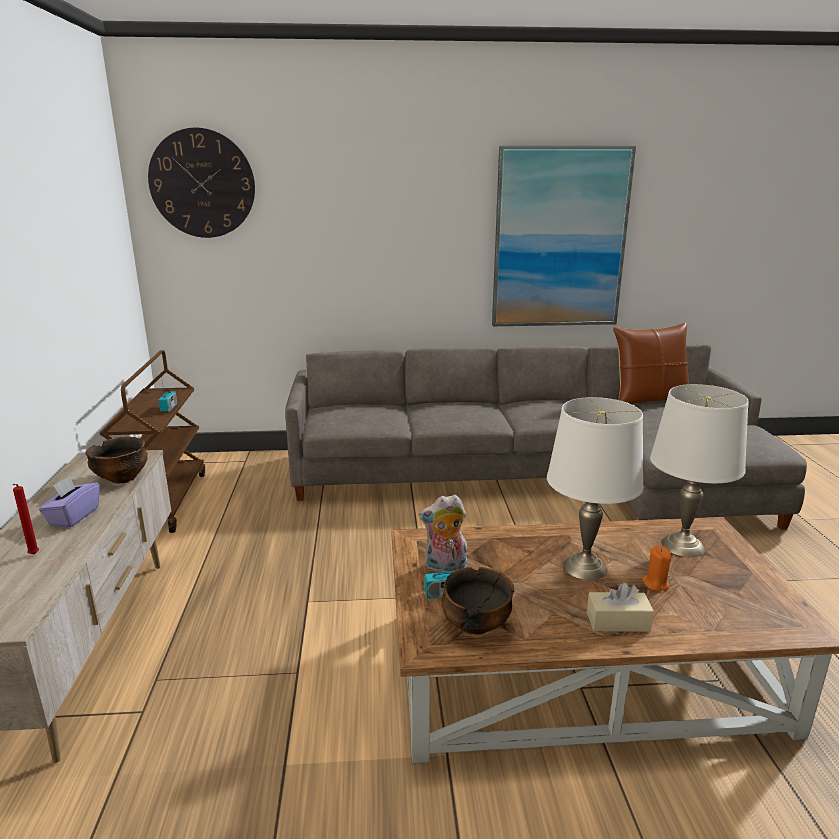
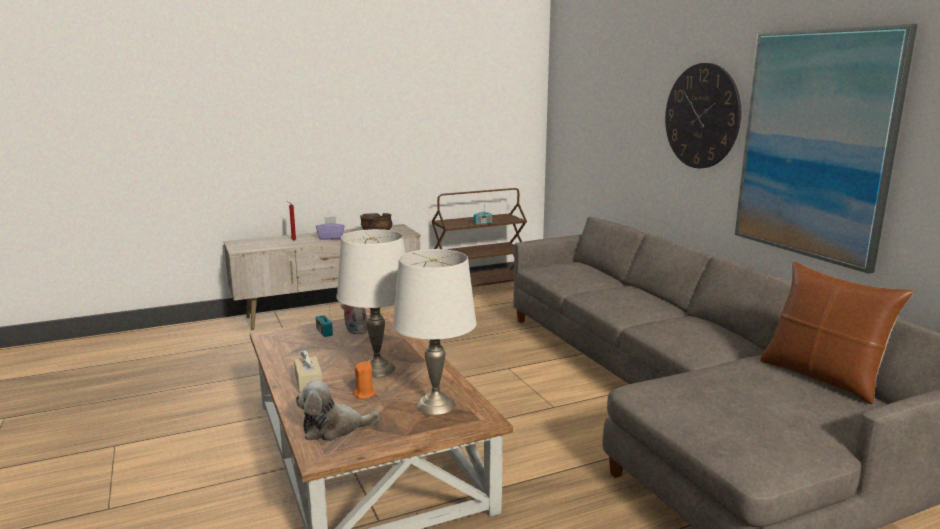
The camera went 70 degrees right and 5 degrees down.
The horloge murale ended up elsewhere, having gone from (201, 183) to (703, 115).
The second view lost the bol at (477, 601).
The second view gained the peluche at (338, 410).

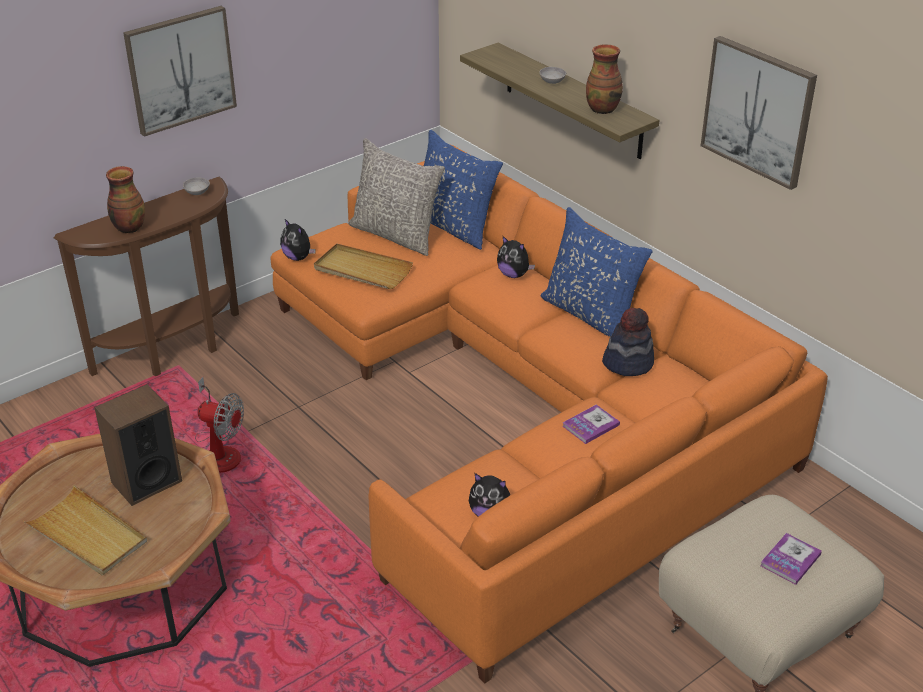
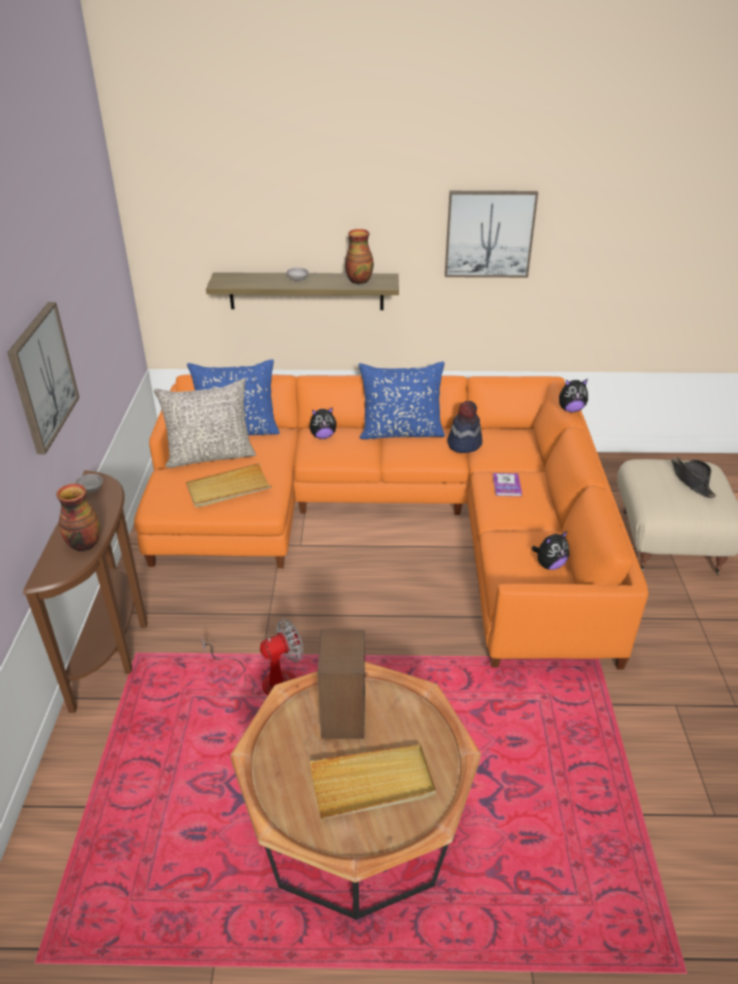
The camera went 50 degrees left and 0 degrees up.
The peluche ended up elsewhere, having gone from (298, 240) to (573, 396).
Where the livre stood at (791, 559), the chapeau (noir) came to stand at (693, 477).

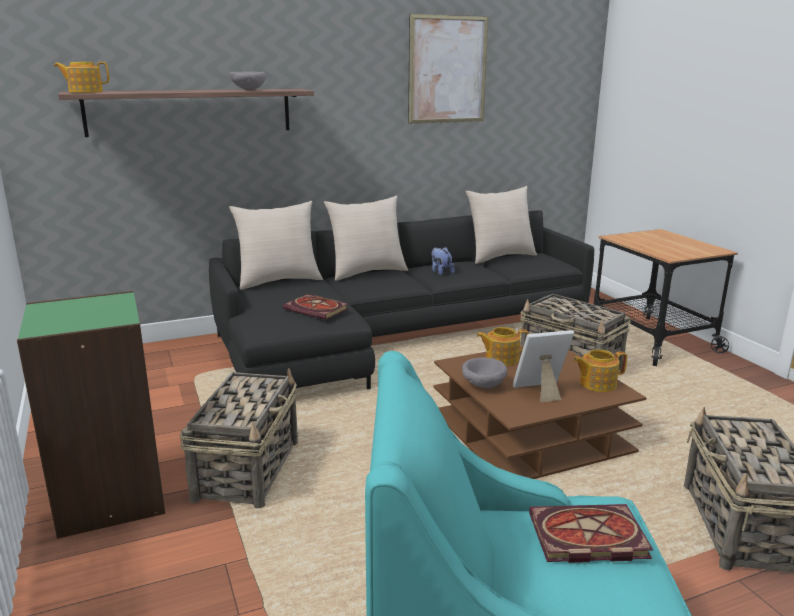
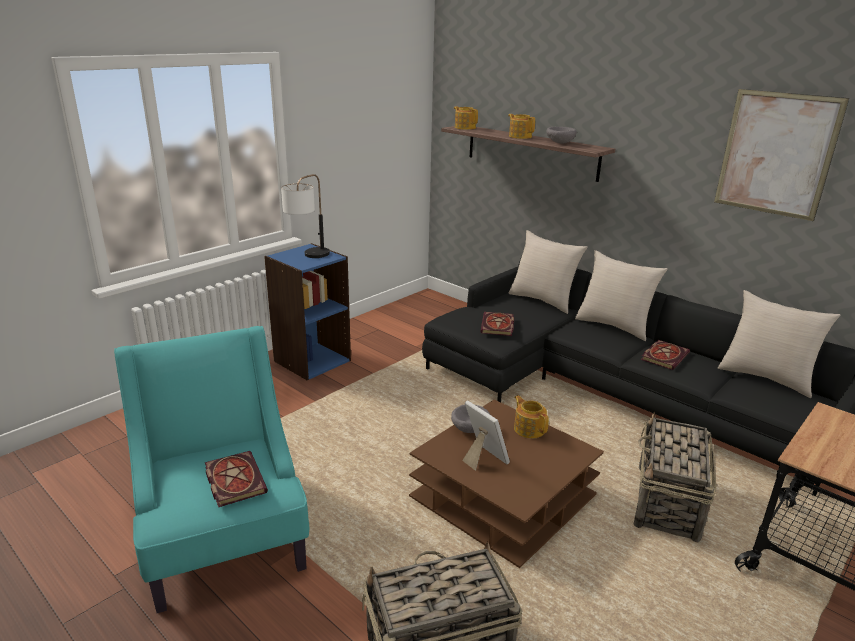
The camera went 65 degrees right and 5 degrees up.
Where the peluche stood at (443, 261), the livre came to stand at (665, 355).
What was the bibliothèque (vert) at (91, 415) turned into the bibliothèque (bleu) at (307, 311).
The théière ended up elsewhere, having gone from (600, 370) to (521, 126).
The second view lost the panier at (239, 438).
The second view gained the lampe de table at (305, 216).

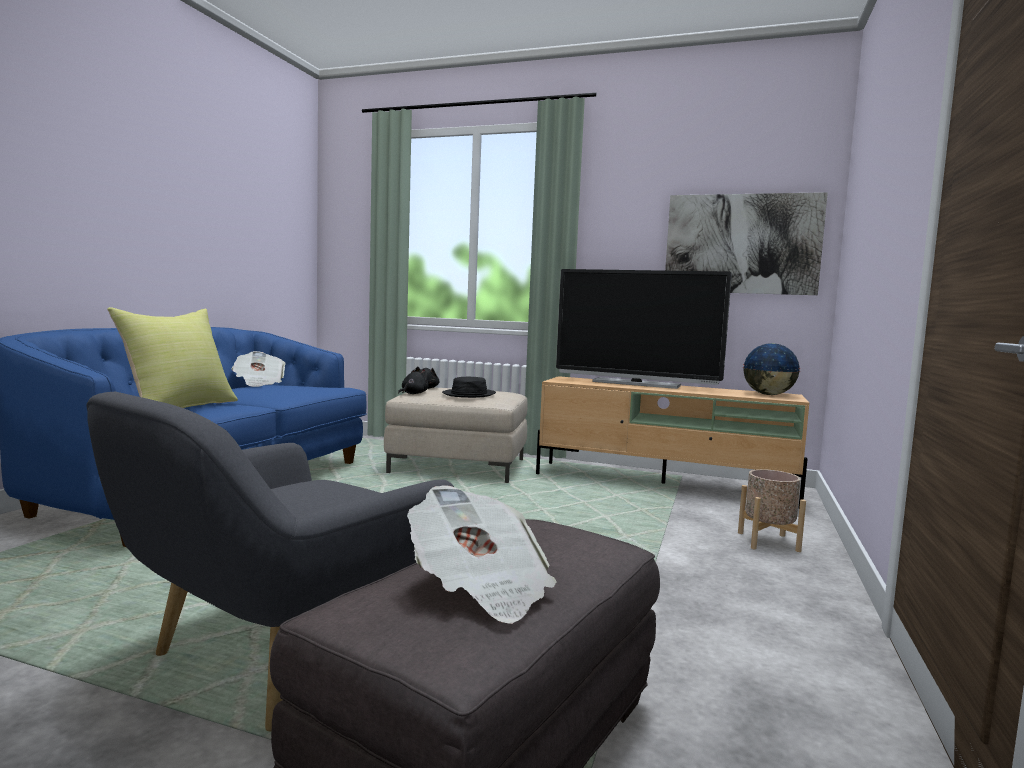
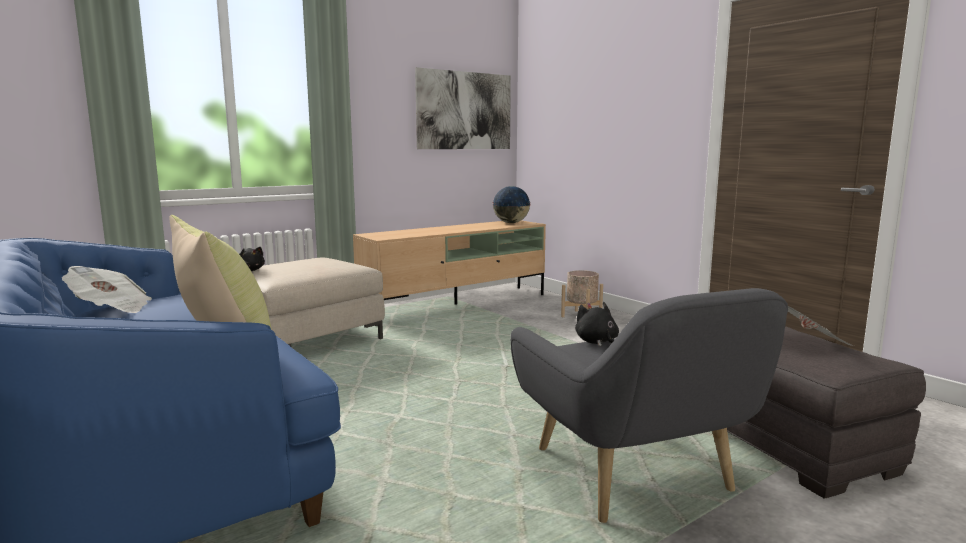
The camera went 55 degrees left and 5 degrees up.
The second view lost the téléviseur at (644, 329).
The peluche (noir) ended up elsewhere, having gone from (413, 381) to (597, 324).
The second view lost the chapeau (noir) at (469, 387).

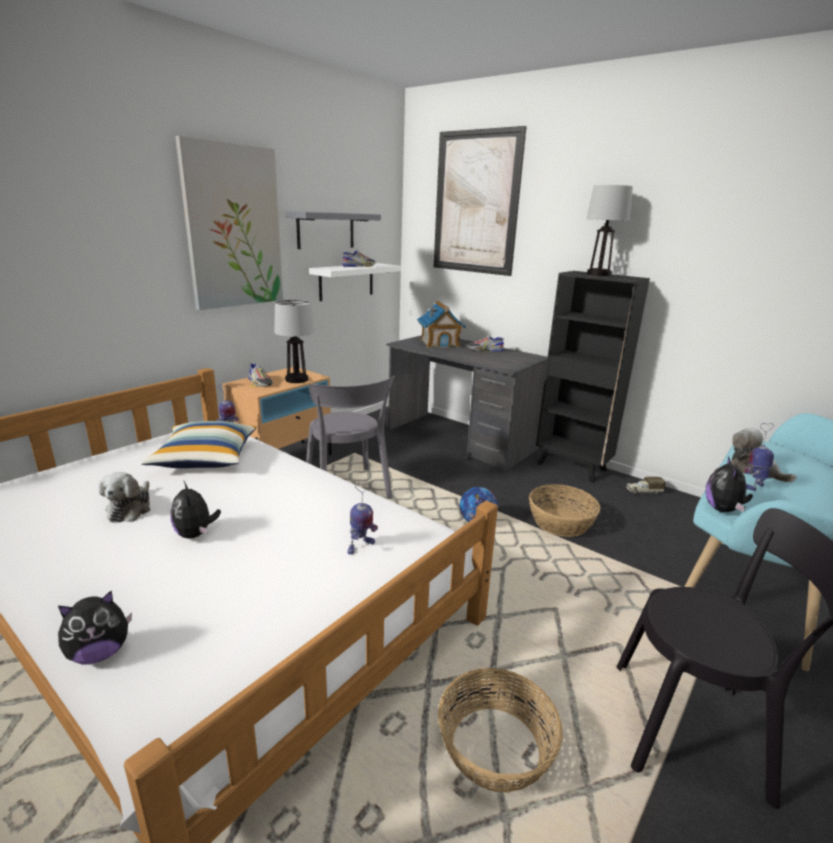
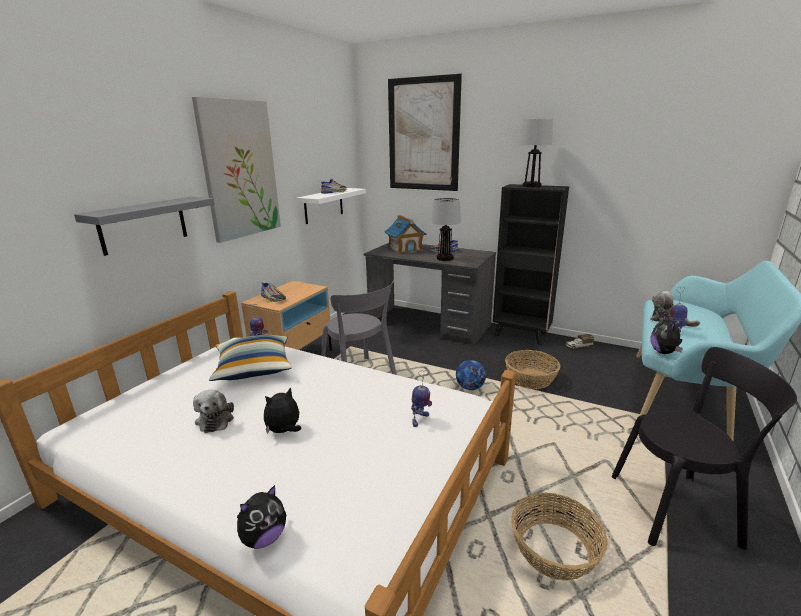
The camera went 10 degrees left and 0 degrees up.
The étagère (gris) ended up elsewhere, having gone from (333, 230) to (144, 226).
The lampe de table ended up elsewhere, having gone from (294, 341) to (446, 229).
The peluche at (195, 509) ended up facing another way, 90 degrees clockwise from before.

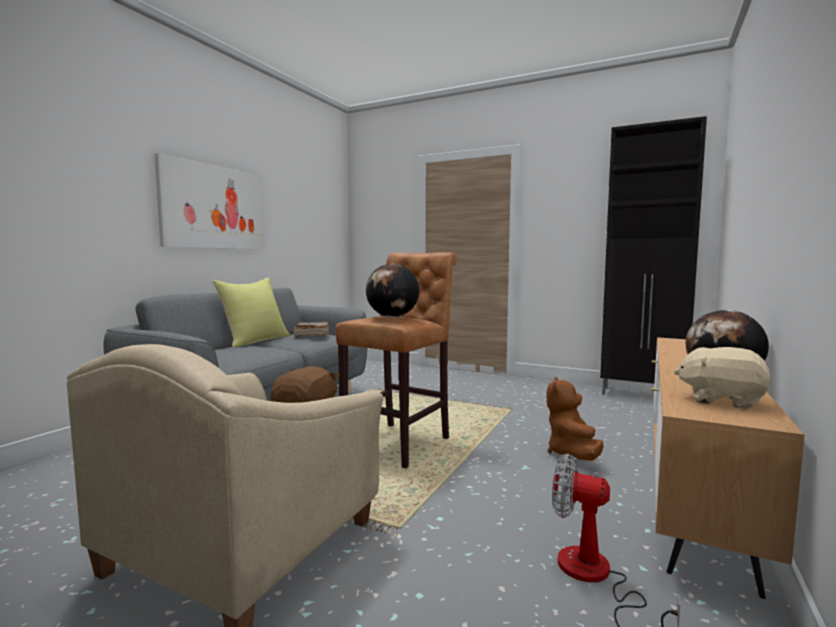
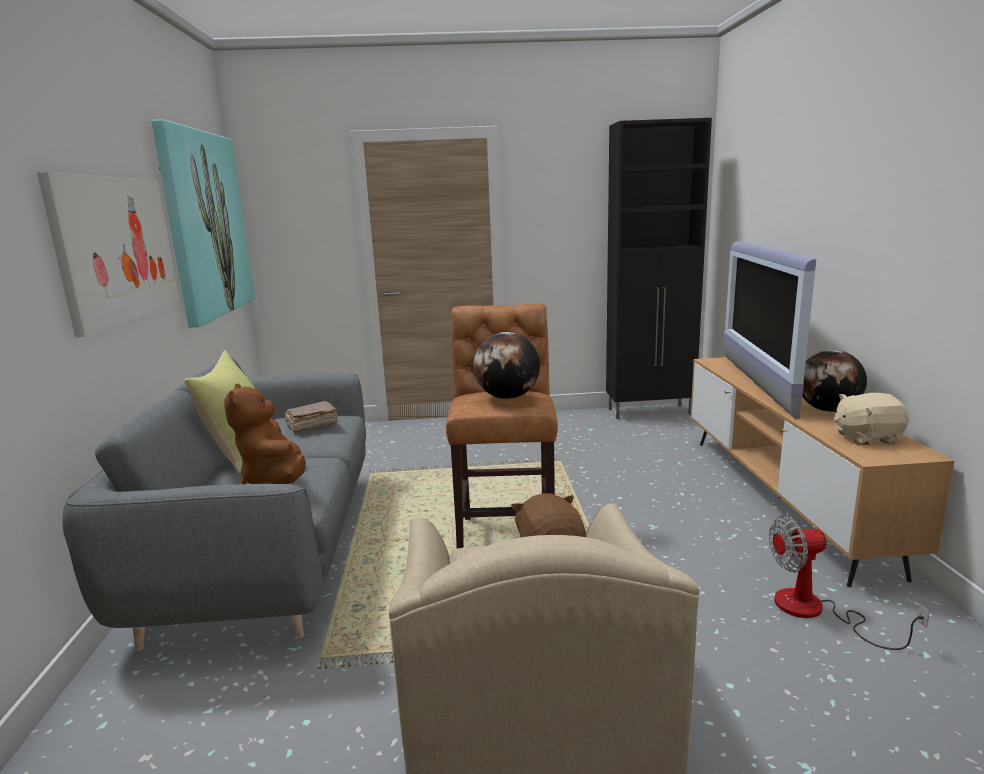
The camera went 30 degrees left and 10 degrees up.
The peluche (marron) ended up elsewhere, having gone from (575, 419) to (265, 433).
The second view gained the tableau at (203, 223).
The second view gained the téléviseur at (769, 330).

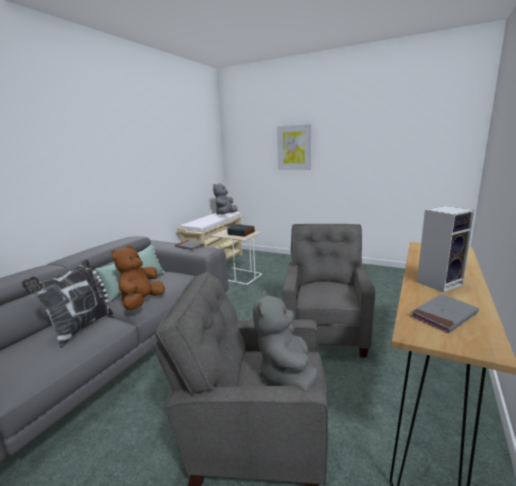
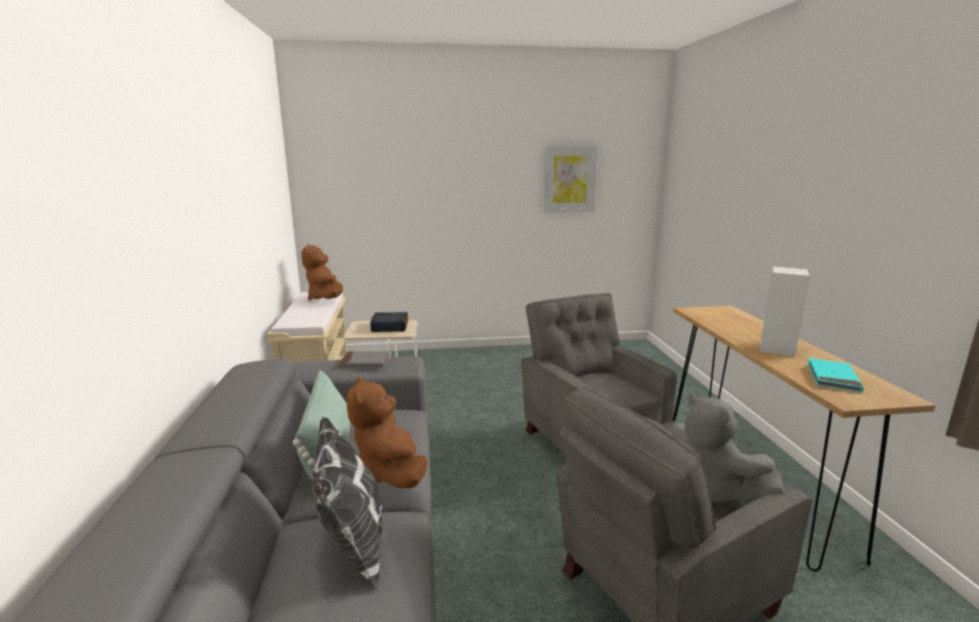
The camera went 35 degrees left and 0 degrees up.
The tableau ended up elsewhere, having gone from (294, 147) to (570, 179).
What was the peluche (gris) at (225, 199) turned into the peluche (marron) at (322, 272).
What was the livre (gris) at (444, 313) turned into the livre (turquoise) at (835, 375).

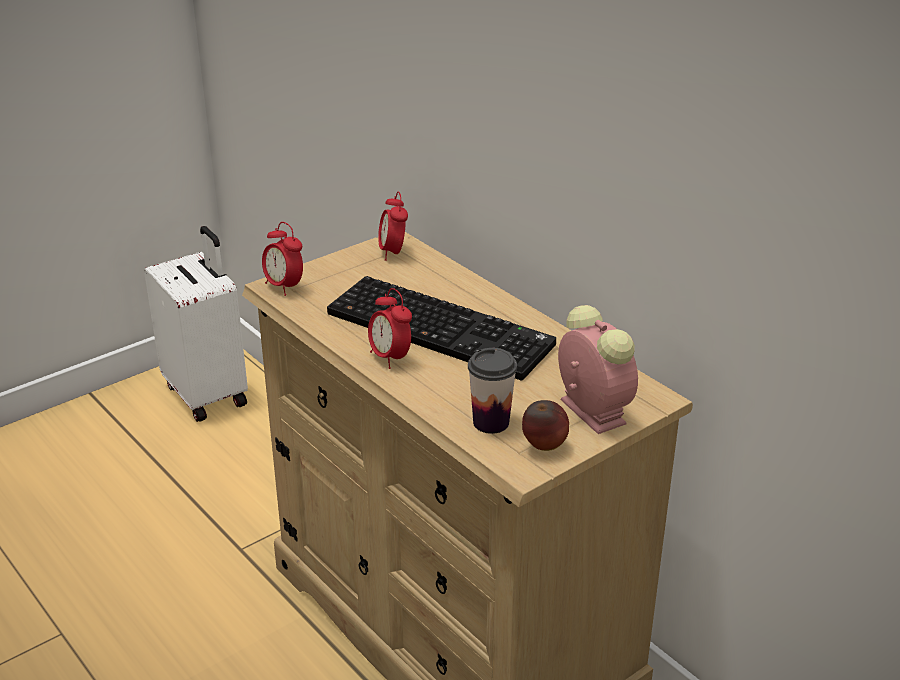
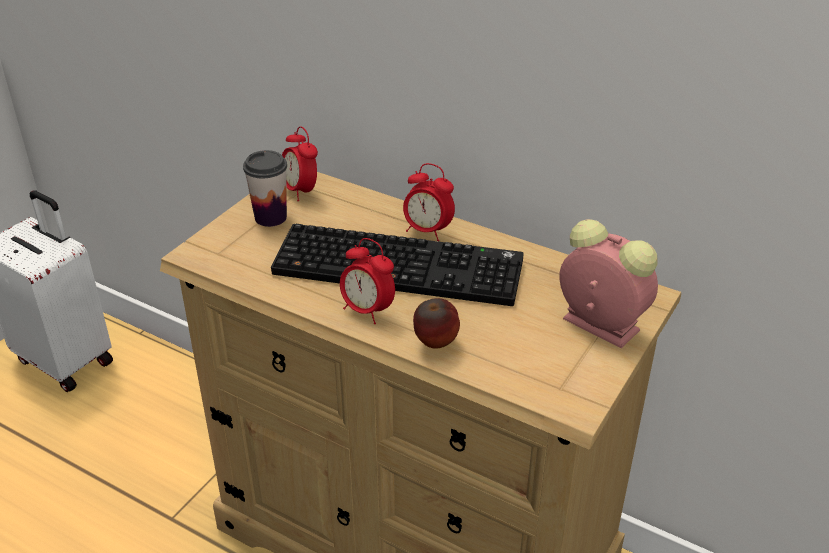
The camera went 20 degrees left and 5 degrees up.
The réveil ended up elsewhere, having gone from (282, 259) to (429, 202).
The tasse ended up elsewhere, having gone from (492, 391) to (265, 188).
The pomme ended up elsewhere, having gone from (545, 425) to (436, 323).

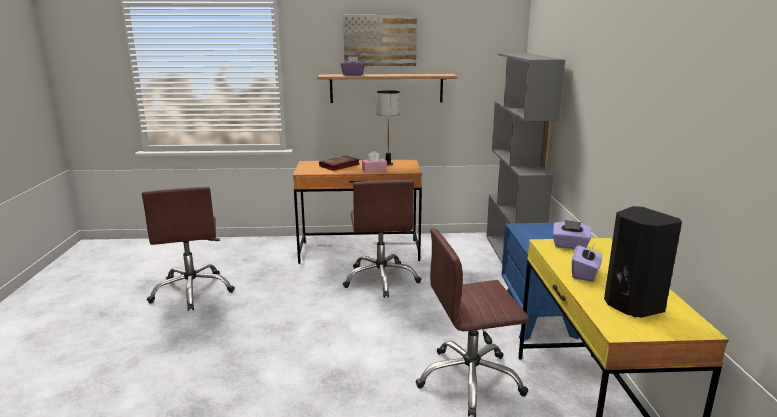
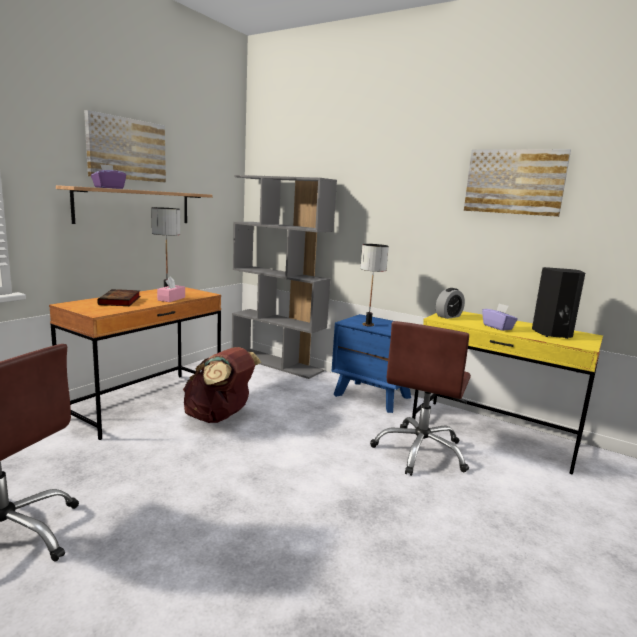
The camera went 55 degrees left and 5 degrees down.
Where the chaise de bureau (marron) stood at (382, 239), the sac à dos (marron) came to stand at (222, 385).
Where the boîte à mouchoirs (violet) stood at (572, 234), the réveil came to stand at (450, 303).
The second view gained the tableau at (517, 183).
The second view gained the lampe de table at (374, 285).

